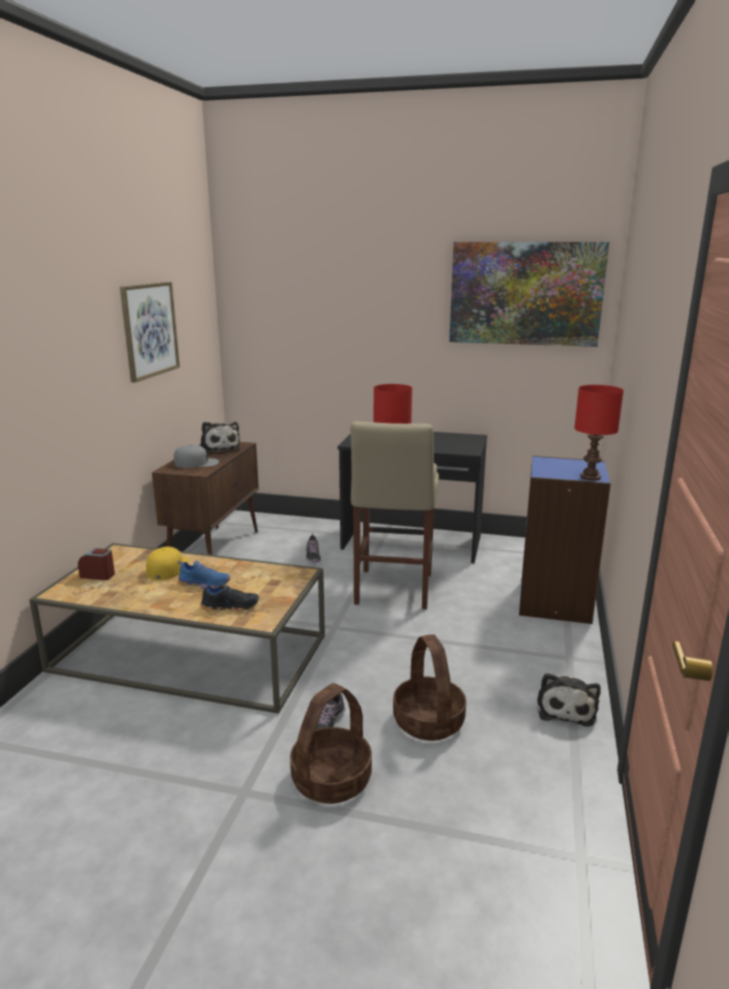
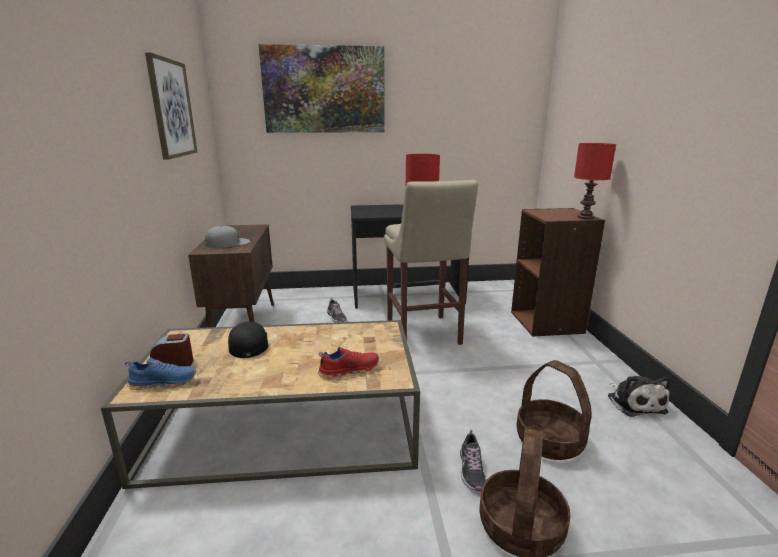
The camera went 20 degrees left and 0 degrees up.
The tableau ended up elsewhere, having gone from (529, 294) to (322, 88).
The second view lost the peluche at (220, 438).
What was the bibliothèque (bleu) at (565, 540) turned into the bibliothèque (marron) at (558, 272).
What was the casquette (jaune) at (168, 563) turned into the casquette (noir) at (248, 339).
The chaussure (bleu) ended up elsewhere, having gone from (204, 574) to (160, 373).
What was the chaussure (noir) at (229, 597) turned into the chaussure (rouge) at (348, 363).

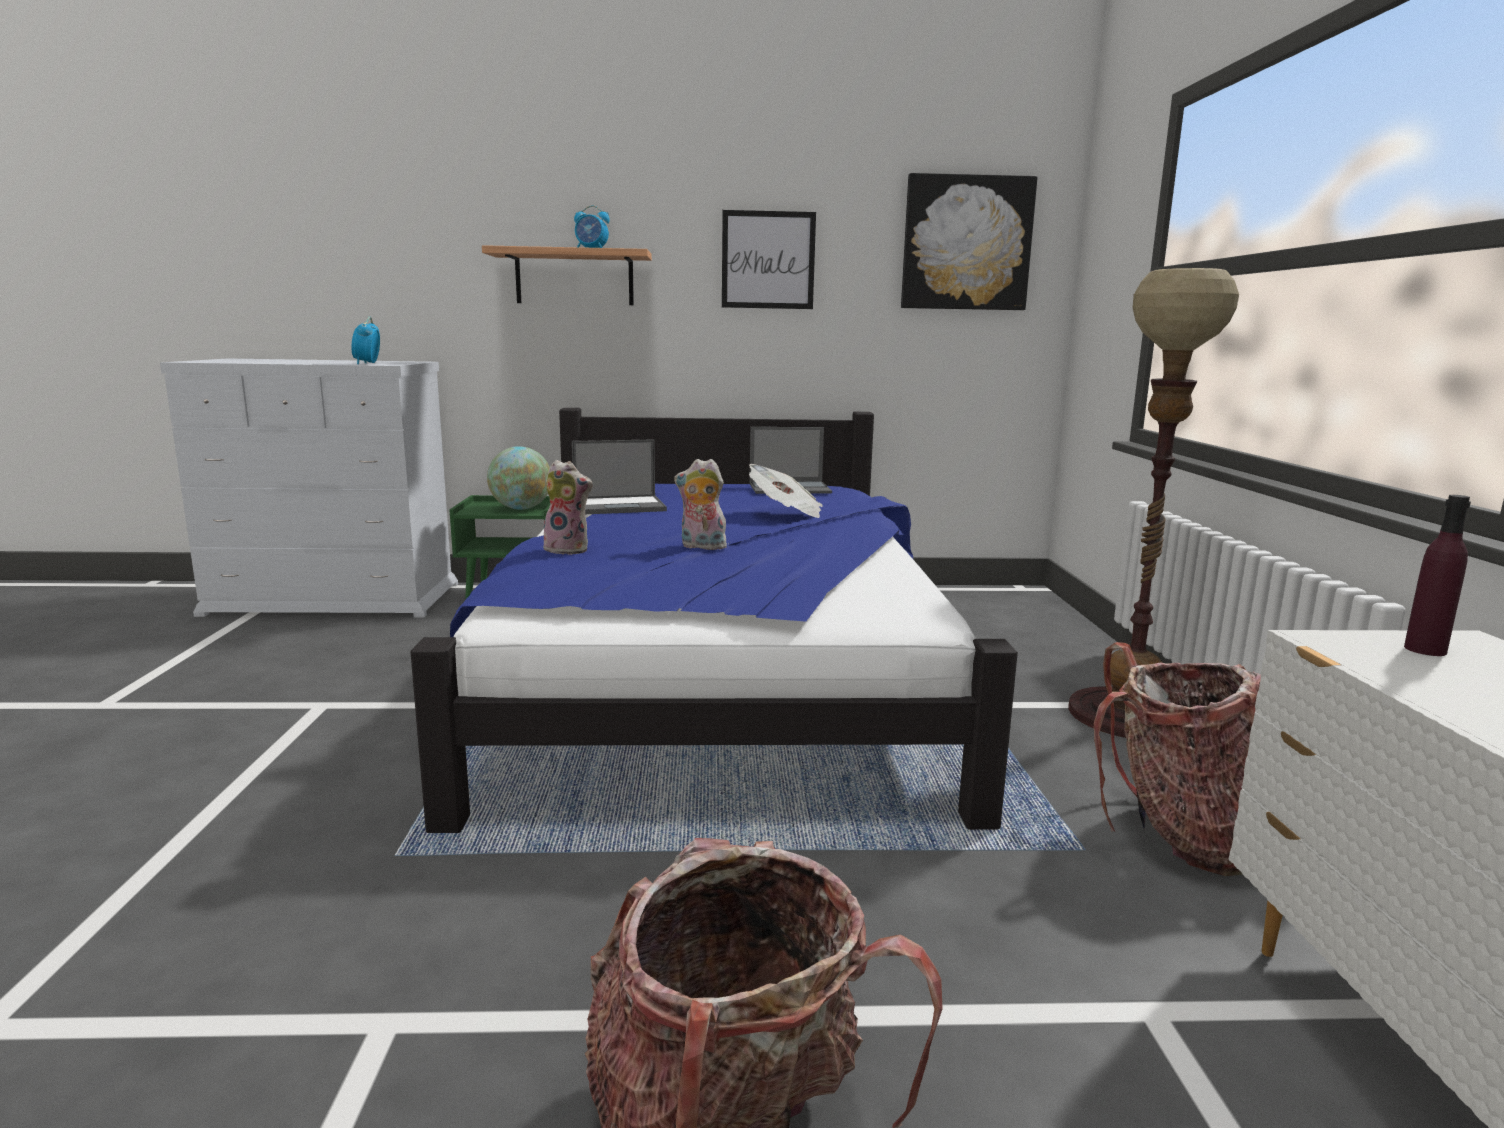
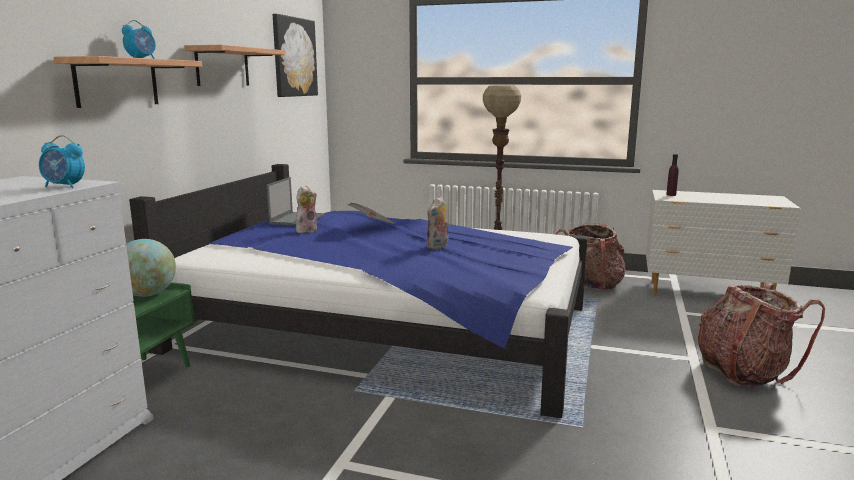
The camera went 70 degrees left and 0 degrees up.
Where the tableau hung at (769, 259), the étagère came to hang at (235, 65).
The second view lost the ordinateur portable at (619, 476).
The peluche ended up elsewhere, having gone from (568, 507) to (306, 209).

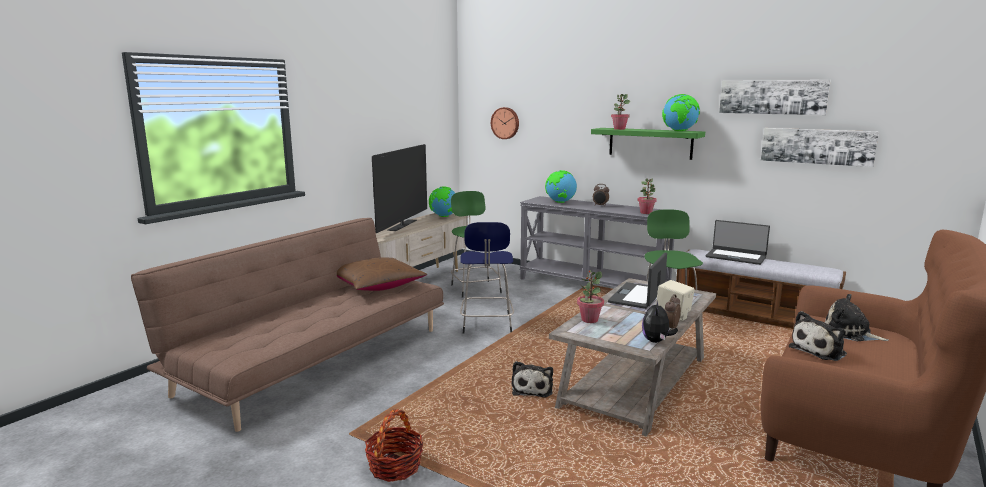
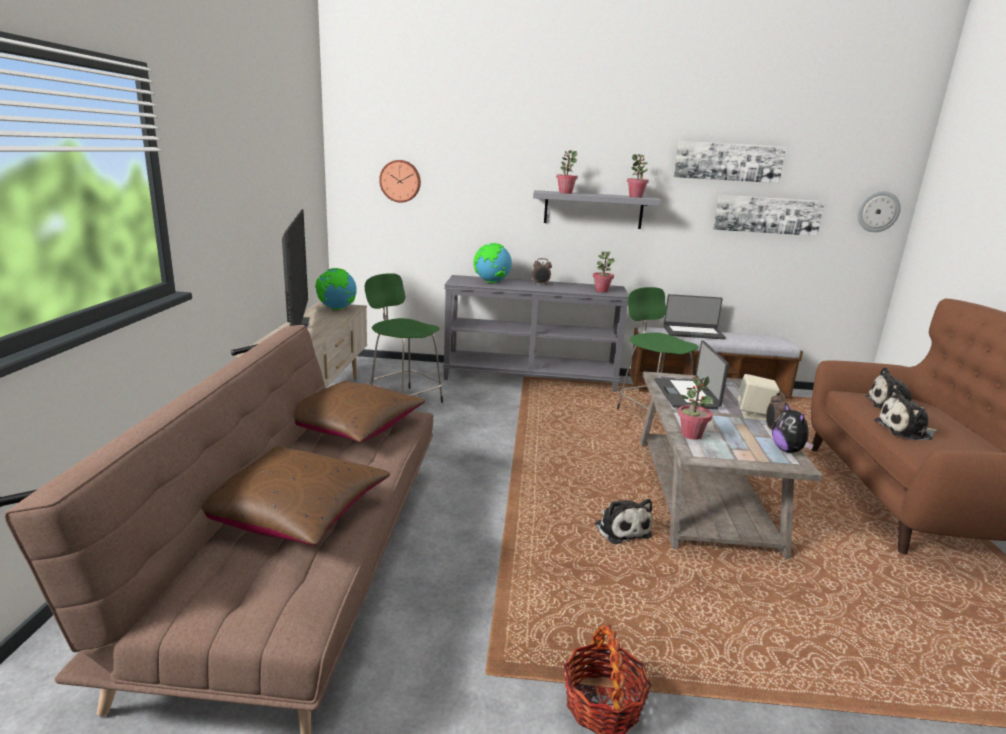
The camera went 30 degrees left and 5 degrees up.
Where the globe stood at (681, 112), the plante en pot came to stand at (638, 176).
What was the étagère (vert) at (648, 144) turned into the étagère (gris) at (597, 209).
The second view lost the tabouret (bleu) at (487, 278).
The peluche at (818, 336) ended up facing another way, 60 degrees clockwise from before.
The second view gained the horloge murale at (879, 211).
The second view gained the coussin (marron) at (295, 495).

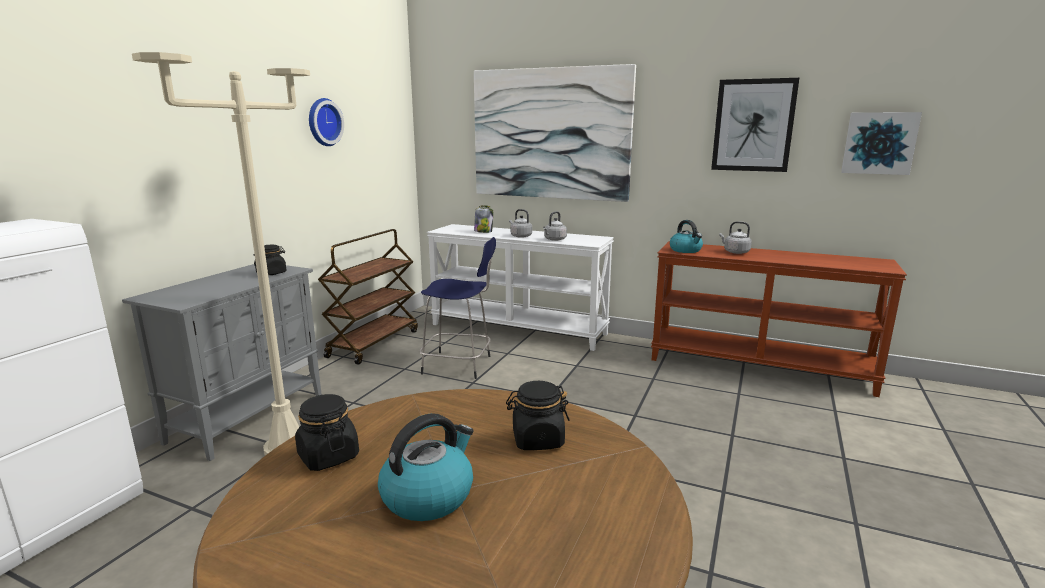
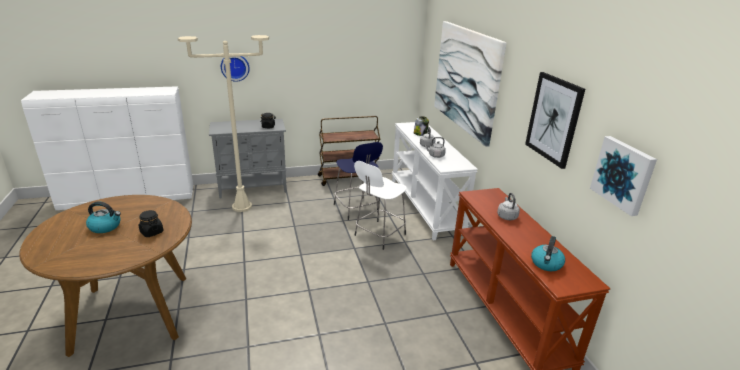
The camera went 50 degrees right and 10 degrees up.
The horloge murale ended up elsewhere, having gone from (326, 122) to (235, 69).
The bouilloire ended up elsewhere, having gone from (686, 236) to (548, 253).
The second view lost the bocal (noir) at (327, 432).
The second view gained the tabouret (blanc) at (380, 205).

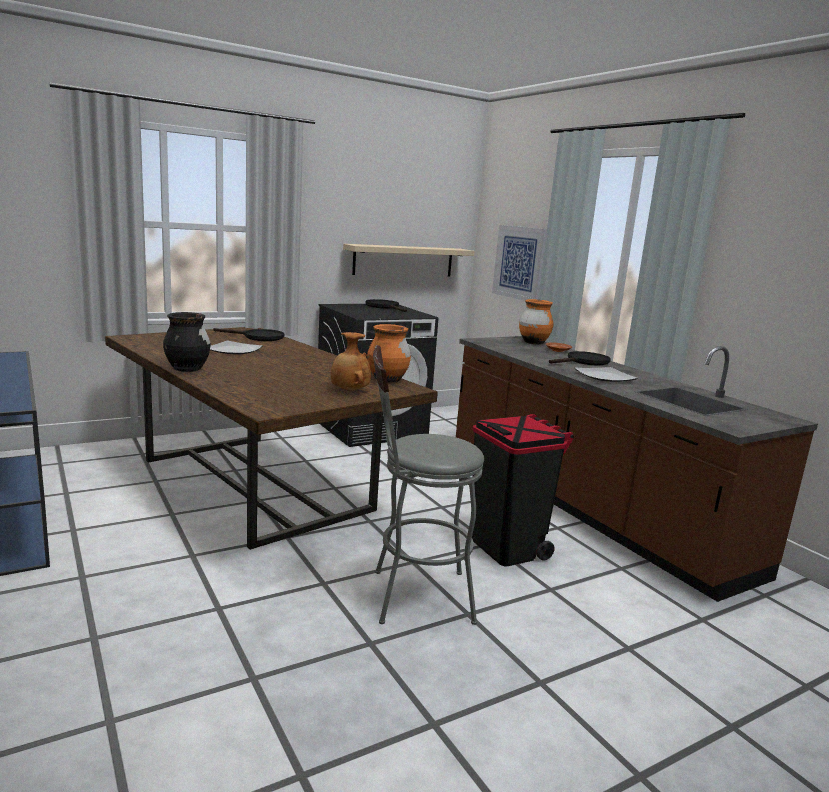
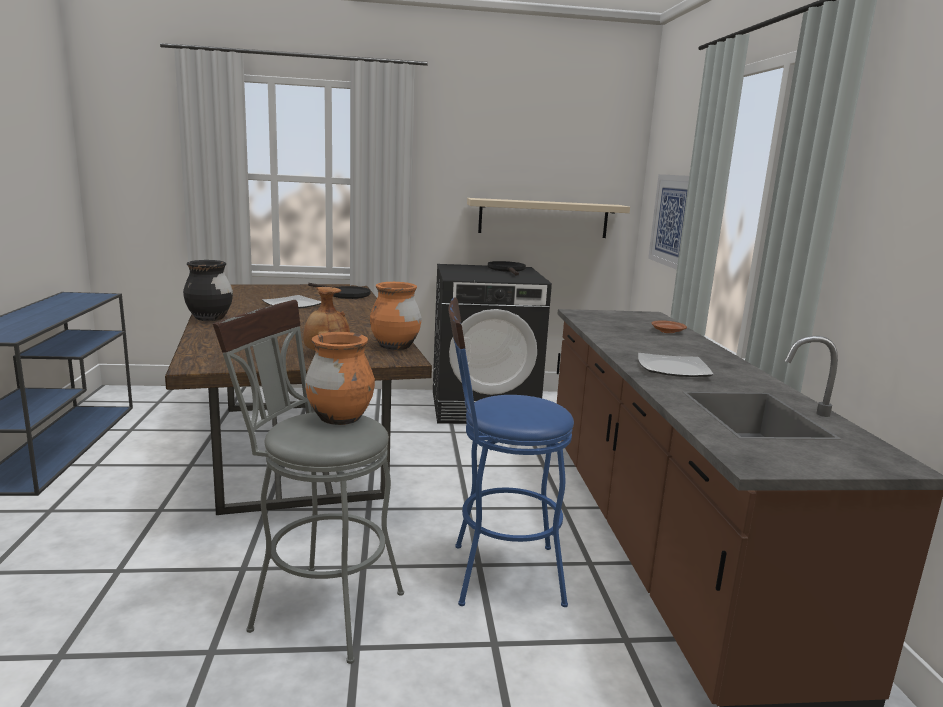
The camera went 25 degrees right and 0 degrees up.
The vase (orange) ended up elsewhere, having gone from (536, 321) to (340, 378).
The second view lost the poêle (noir) at (580, 358).
Where the poubelle (noir) stood at (523, 490), the tabouret (bleu) came to stand at (511, 452).

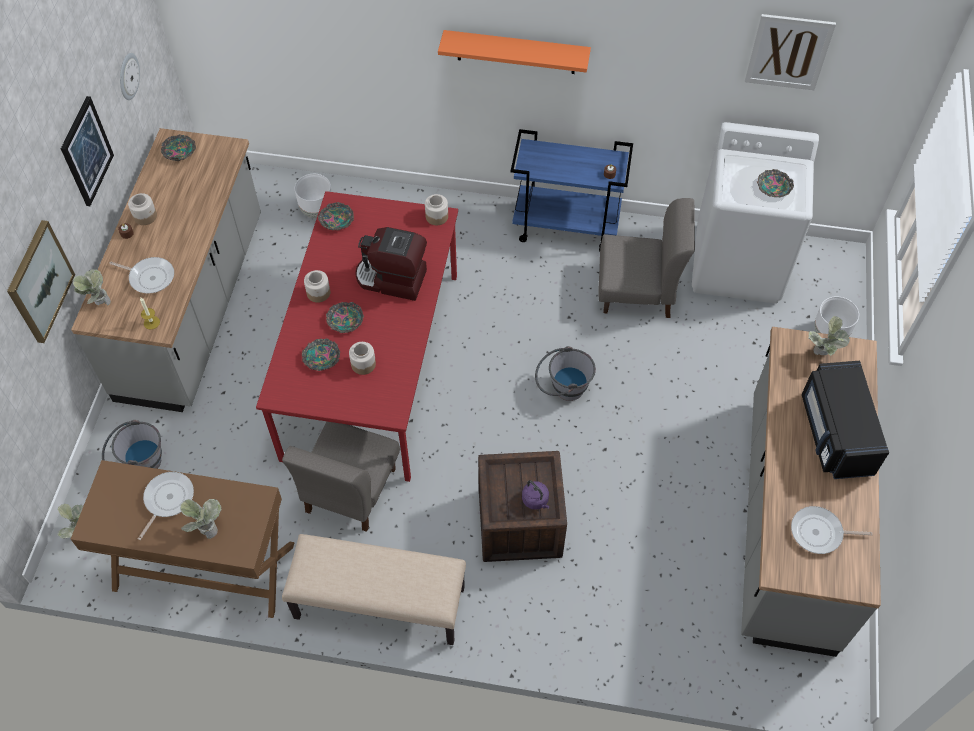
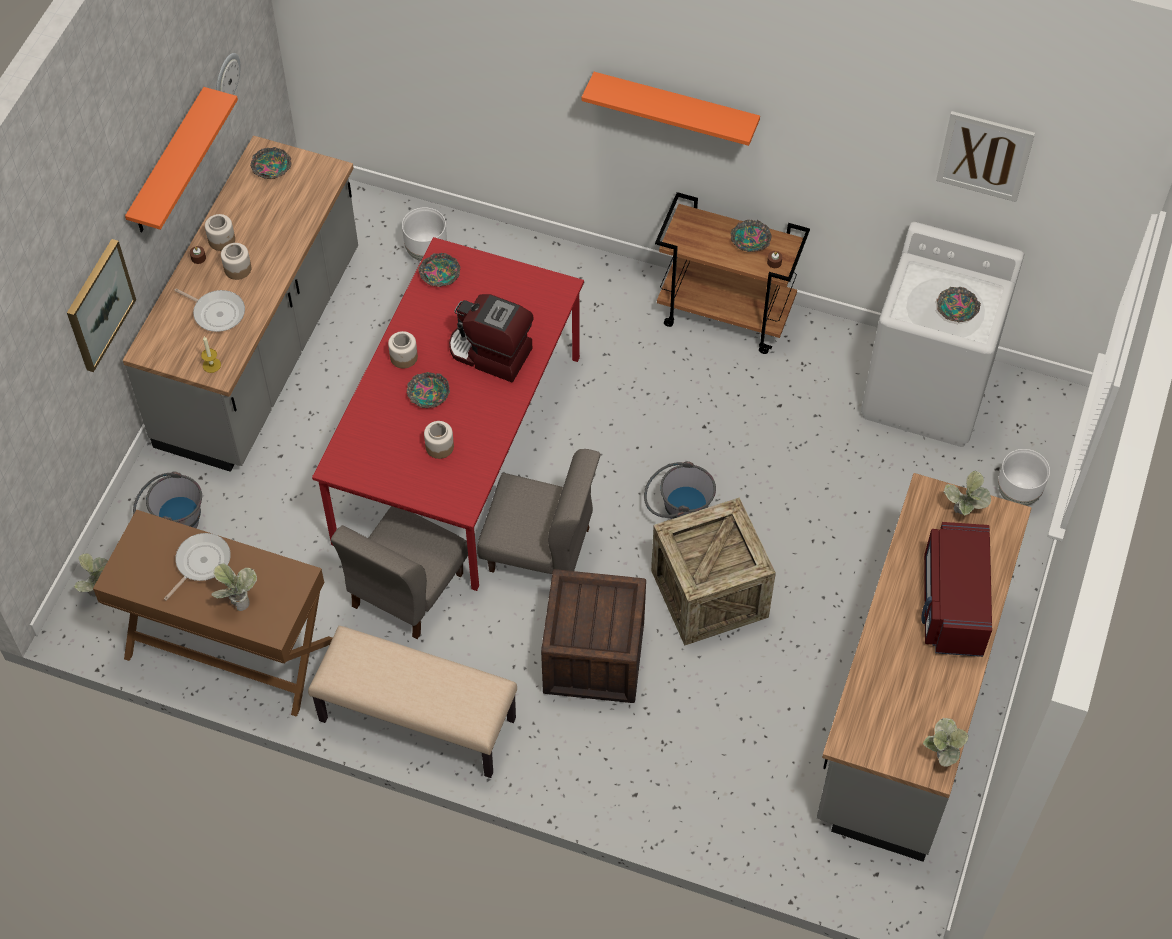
The camera went 10 degrees right and 0 degrees up.
Where the tableau hung at (87, 151), the étagère (orange) came to hang at (181, 159).
What was the chariot (bleu) at (572, 190) turned into the chariot (marron) at (732, 273).
The bocal ended up elsewhere, having gone from (436, 209) to (236, 261).
The chaise (gris) ended up elsewhere, having gone from (646, 258) to (539, 511).
The plante en pot ended up elsewhere, having gone from (92, 287) to (945, 742).
The bol ended up elsewhere, having gone from (321, 354) to (751, 236).
What was the micro-ondes (noir) at (845, 420) turned into the micro-ondes (rouge) at (956, 589).
The second view lost the bouilloire (violet) at (536, 495).
The second view lost the poêle at (832, 530).
The second view gained the caisse at (713, 571).

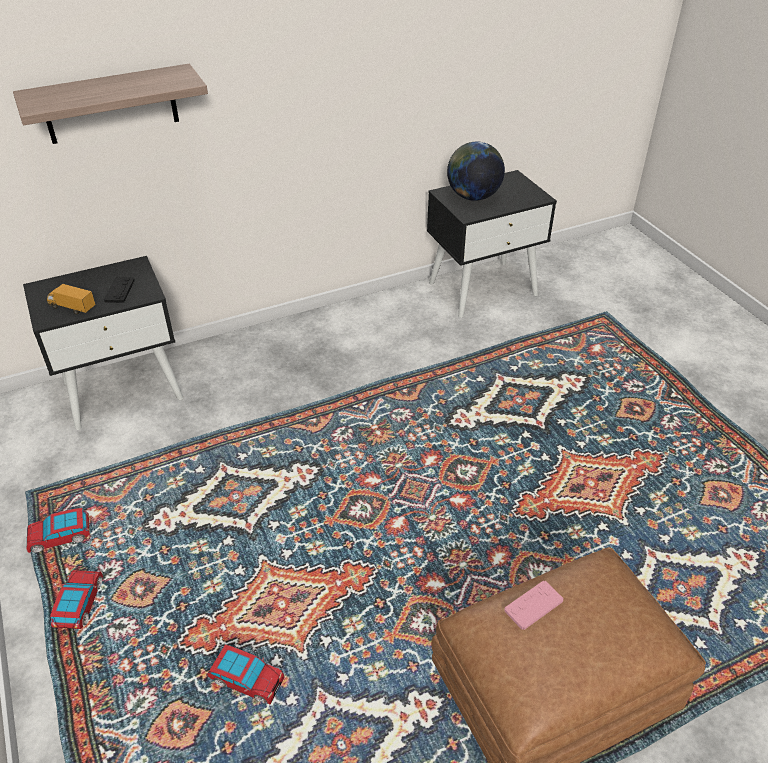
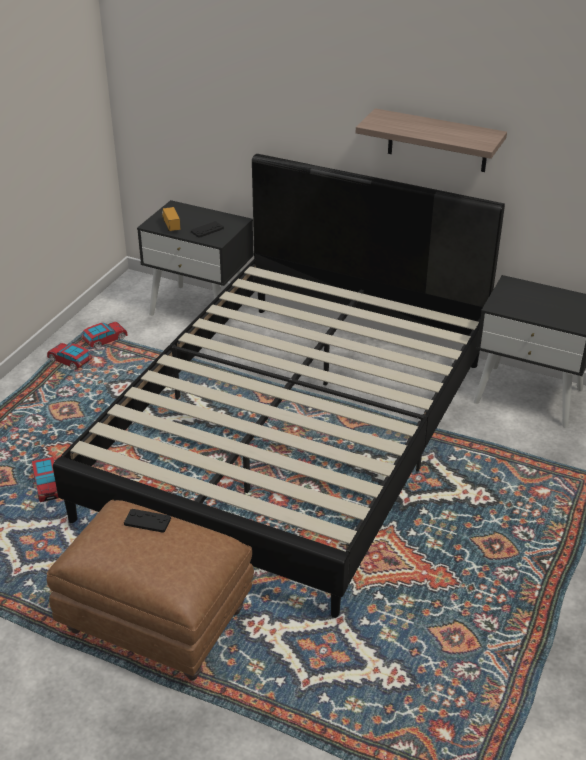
The camera went 50 degrees right and 5 degrees down.
The étagère ended up elsewhere, having gone from (110, 104) to (431, 140).
The second view lost the globe at (476, 171).
The petite voiture ended up elsewhere, having gone from (76, 600) to (105, 335).
What was the manette (rose) at (533, 605) turned into the manette (noir) at (147, 521).
The second view gained the lit (noir) at (279, 386).

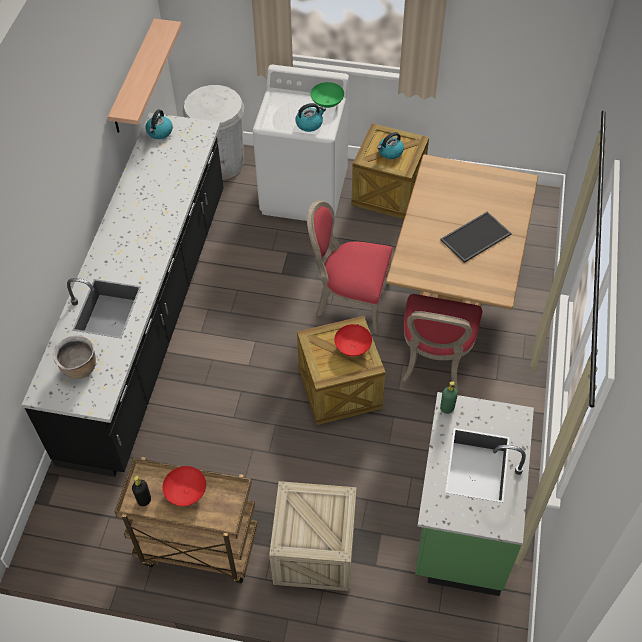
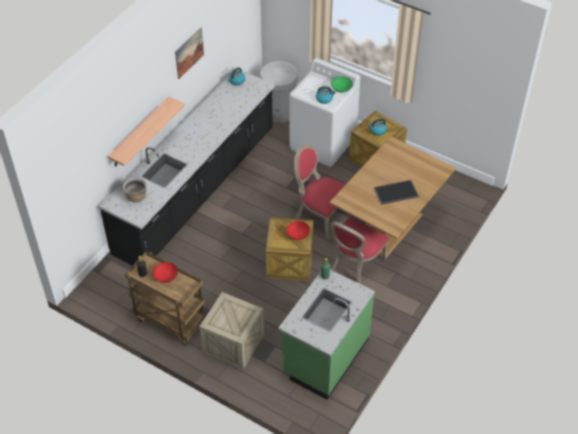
The camera went 20 degrees right and 5 degrees down.
The étagère ended up elsewhere, having gone from (145, 76) to (146, 131).
The second view gained the tableau at (189, 53).

